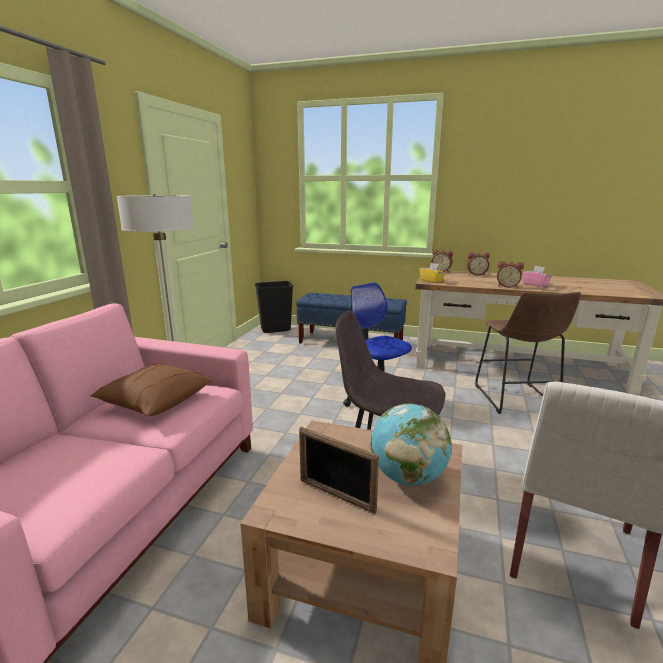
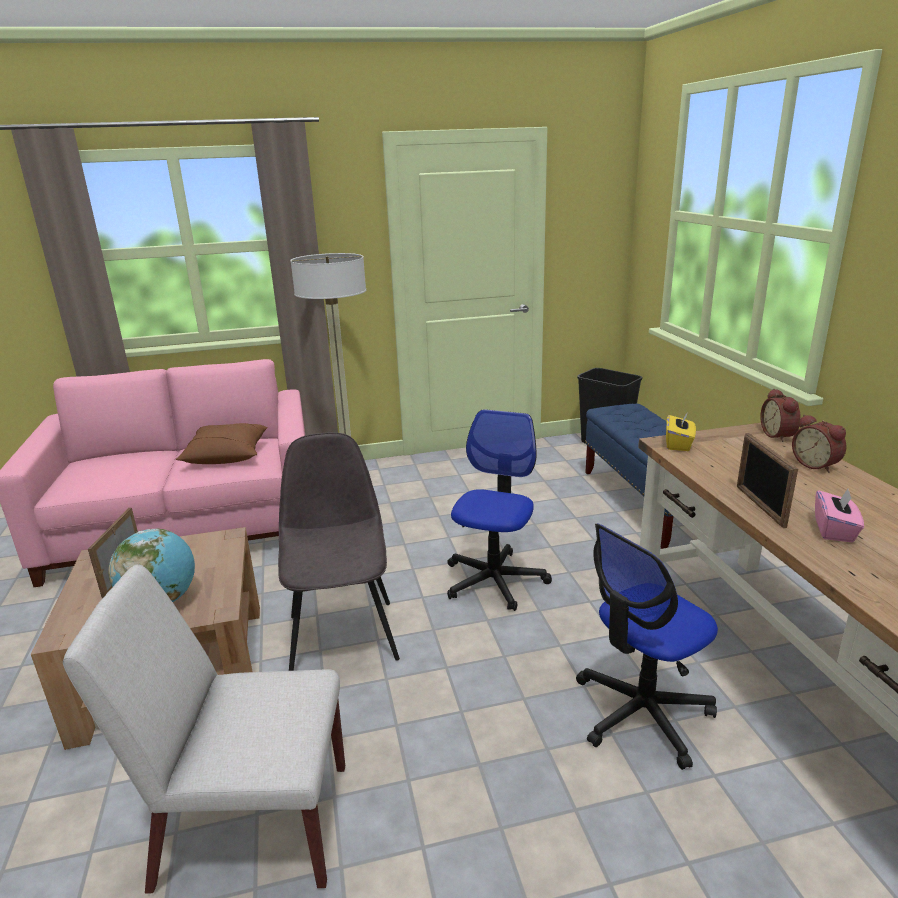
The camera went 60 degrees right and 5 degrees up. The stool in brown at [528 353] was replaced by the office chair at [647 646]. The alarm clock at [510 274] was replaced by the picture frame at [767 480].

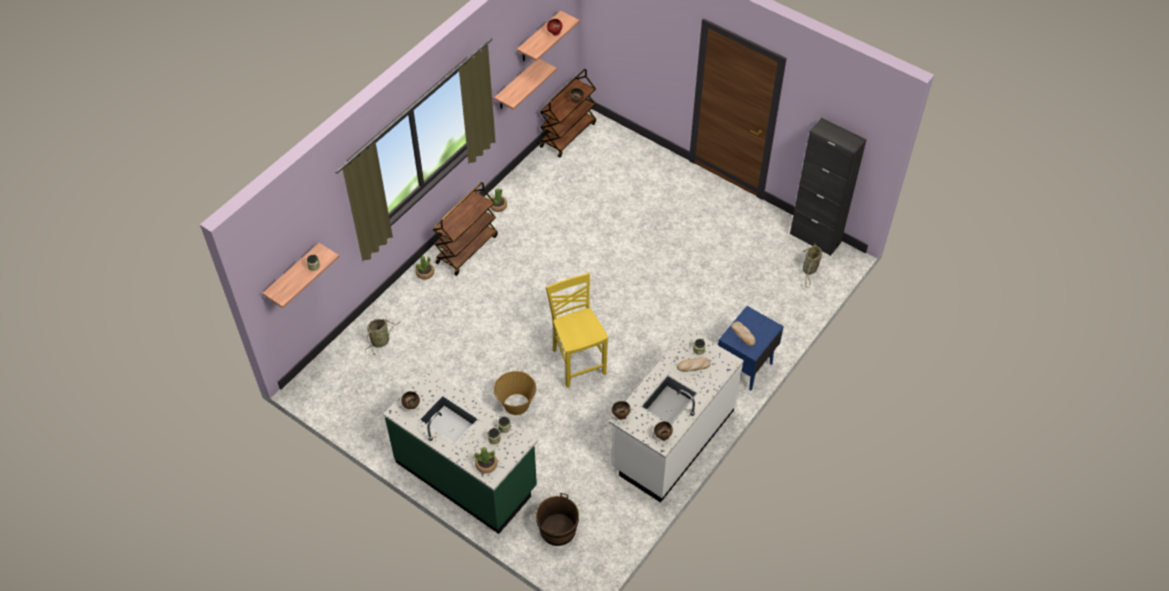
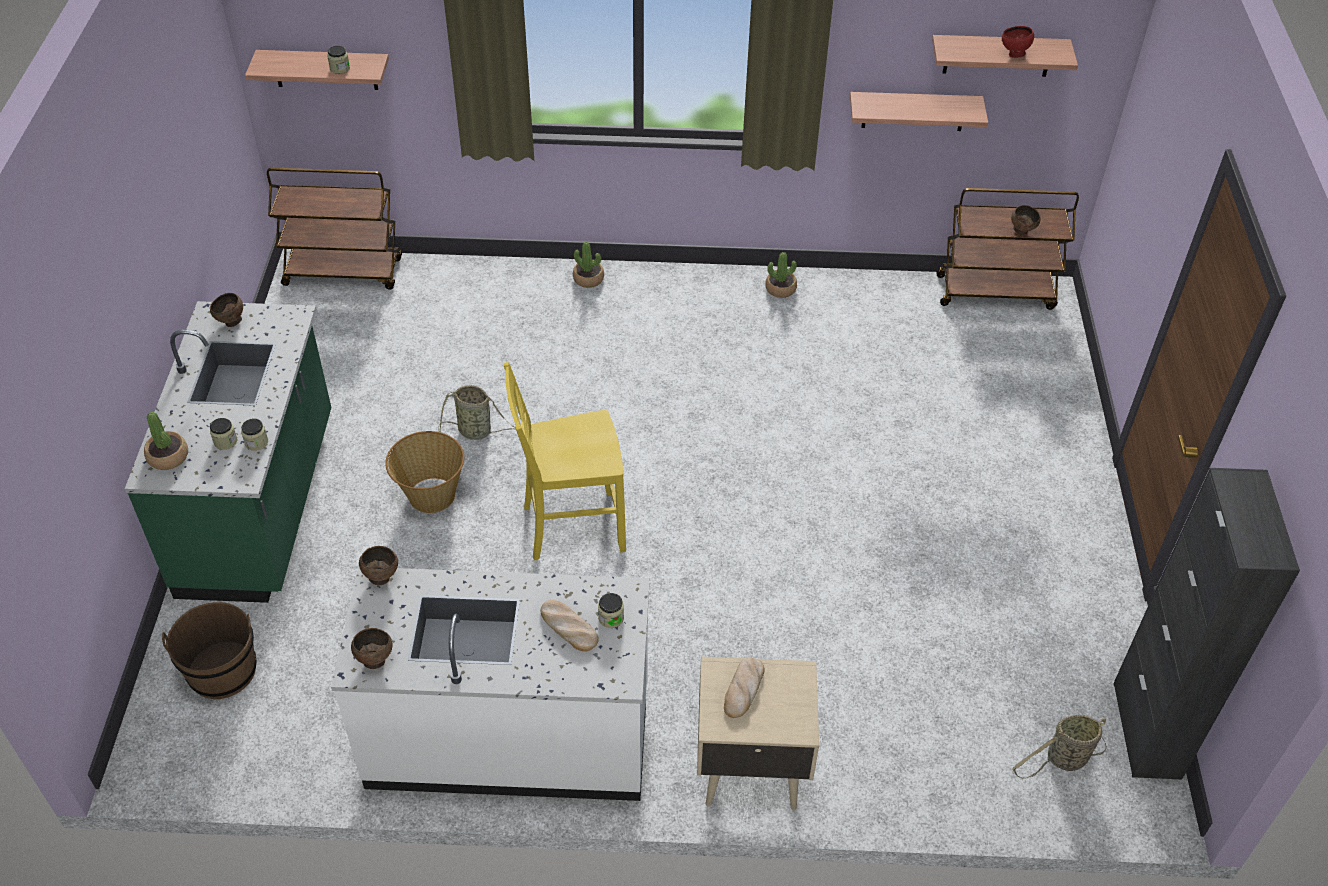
The camera went 55 degrees right and 5 degrees down. The cart in brown moved from [465 229] to [334 229]. The basket moved from [383 337] to [477 412]. The chair in yellow at [577 330] turned 135 degrees counterclockwise. The nightstand in blue at [751 348] became the nightstand in beige at [758 733].

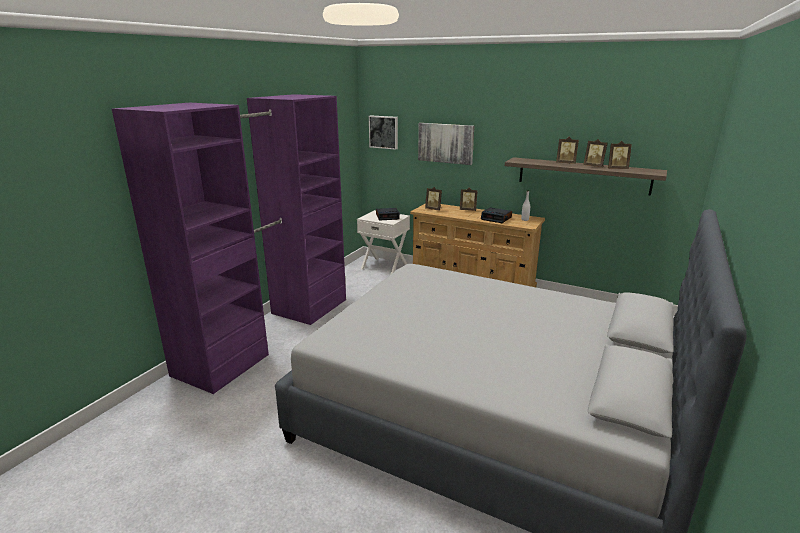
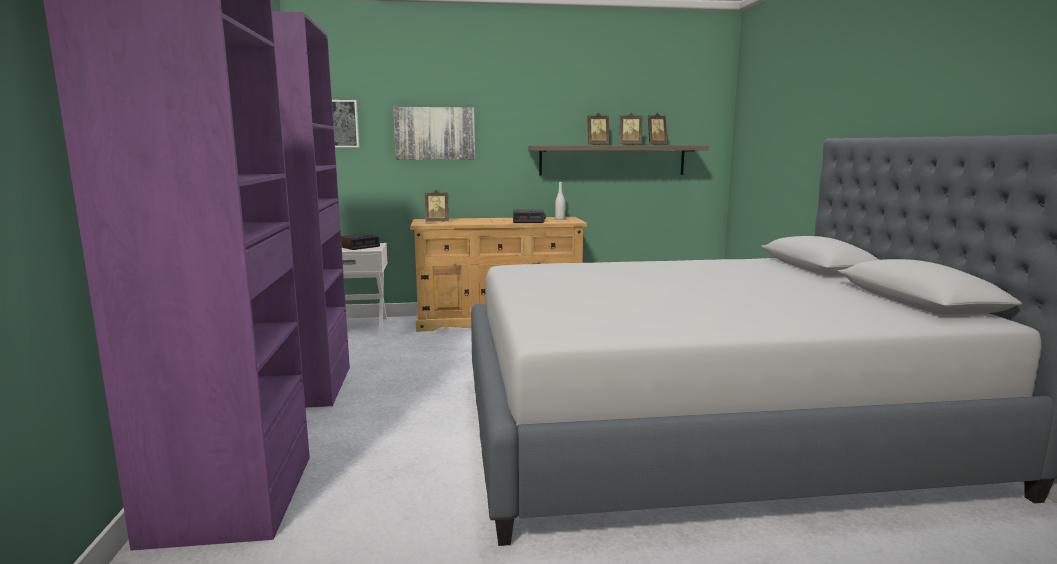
The camera went 35 degrees left and 10 degrees down. The picture frame at [469 199] disappeared.

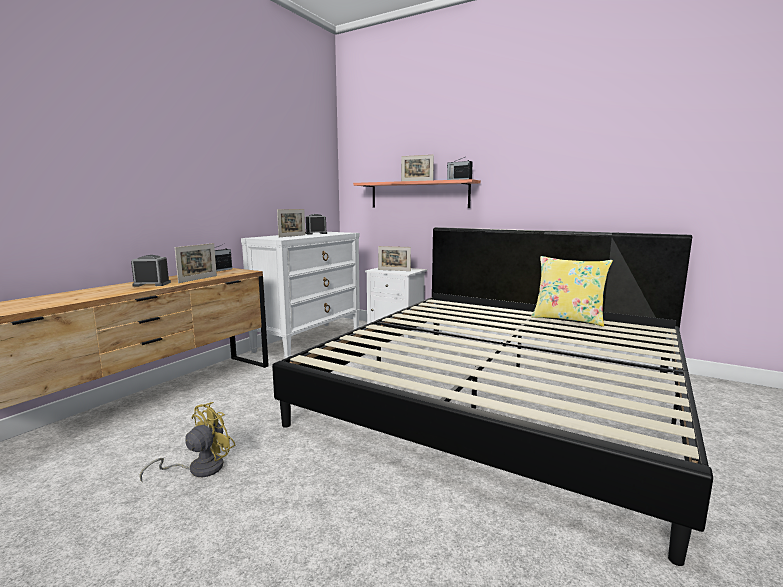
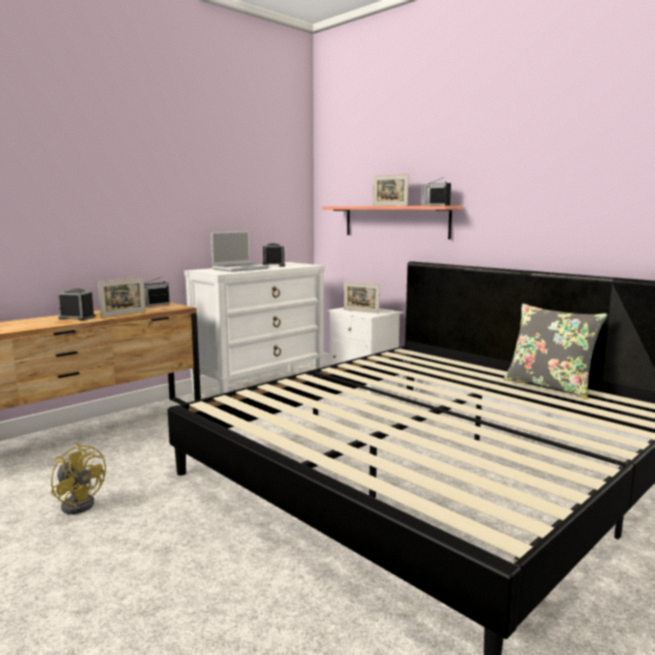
The camera went 15 degrees right and 0 degrees up. The fan in yellow at [187 442] turned 75 degrees clockwise. The picture frame at [291 223] was replaced by the laptop at [240 251]. The pillow in yellow at [572 291] became the pillow in grey at [555 351].

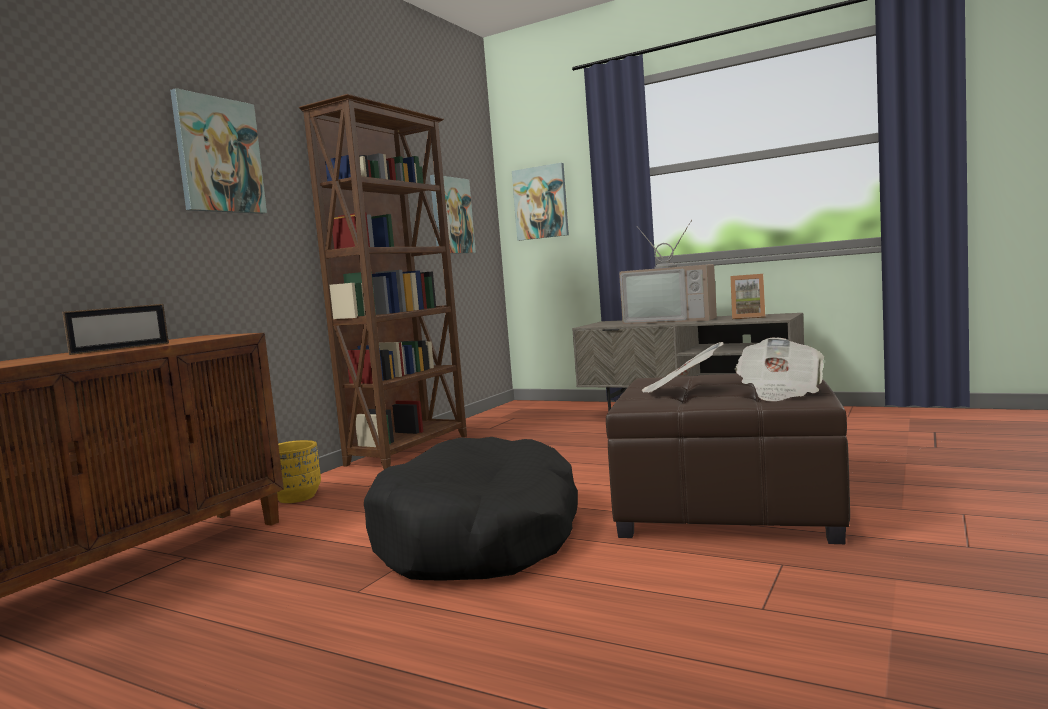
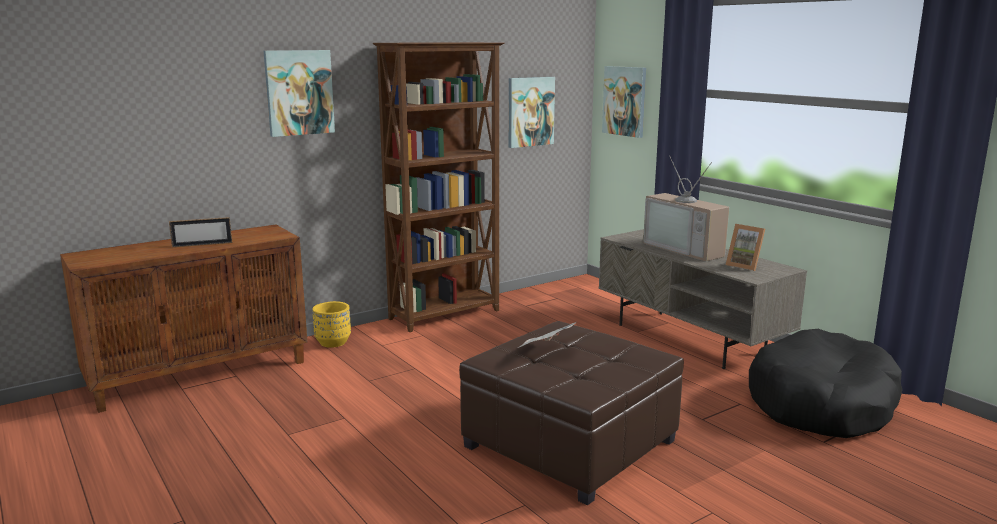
The camera went 25 degrees right and 10 degrees up. The dog bed in black moved from [471 508] to [826 383]. The newspaper at [779 369] disappeared.

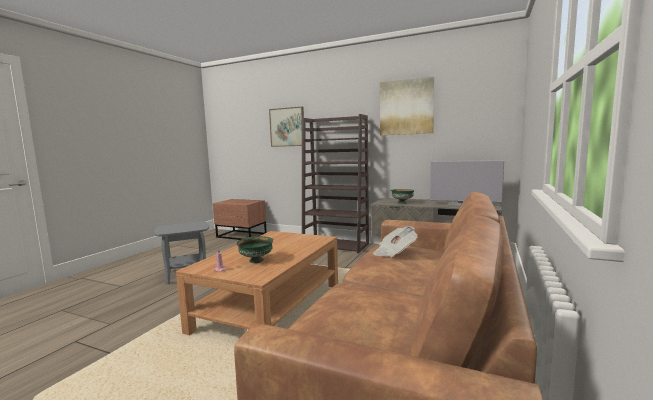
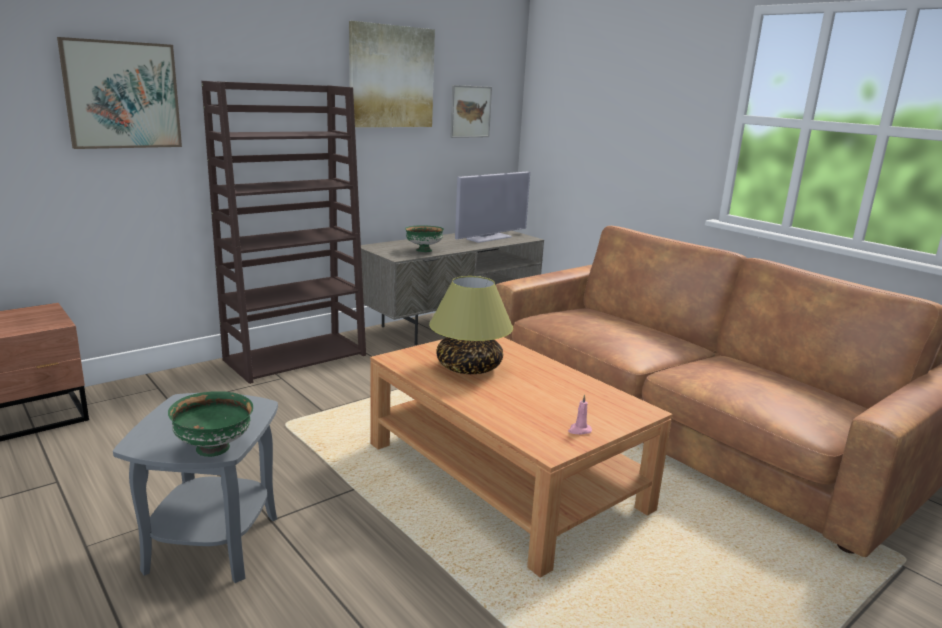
The camera went 65 degrees left and 10 degrees up. The bowl in green moved from [255 249] to [210 424]. The table lamp at [471 325] appeared. The picture at [471 111] appeared. The newspaper at [395 241] disappeared.

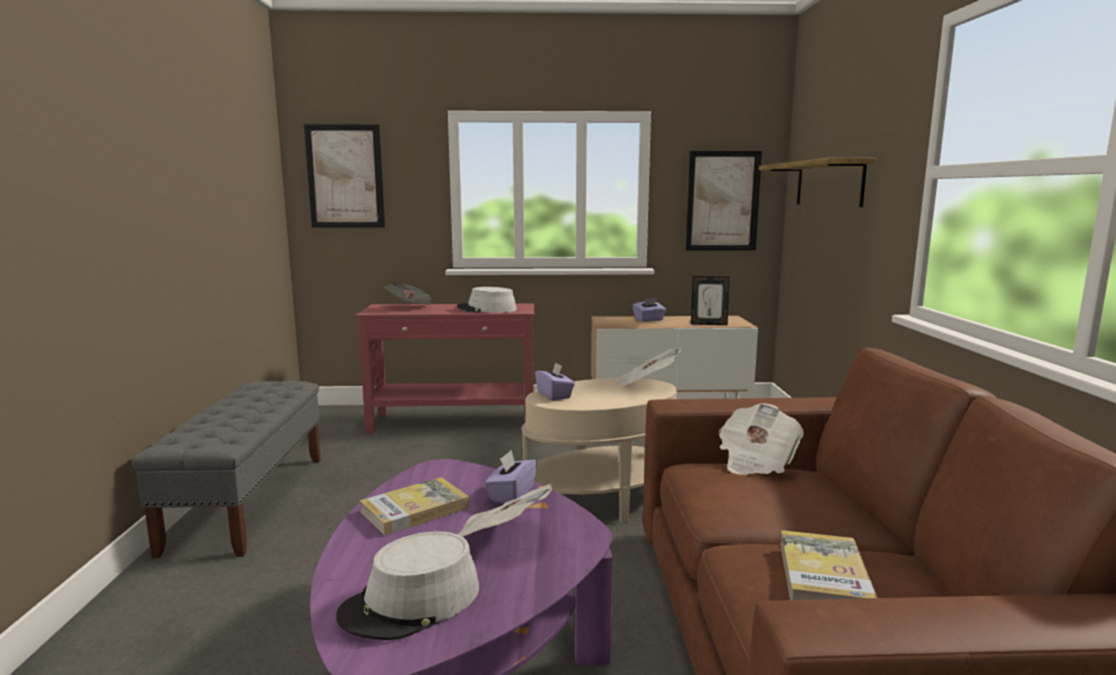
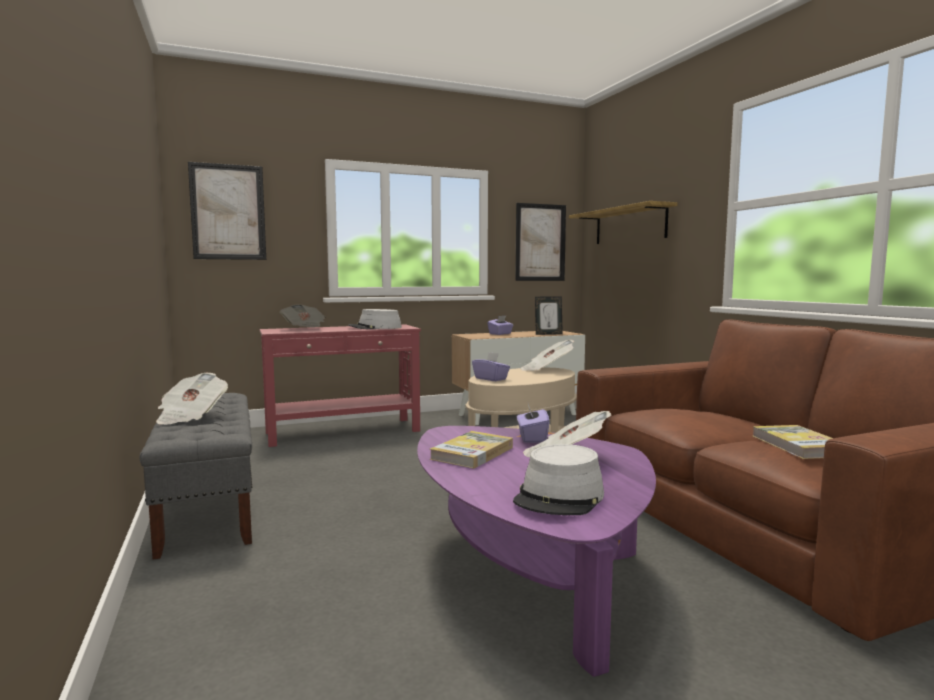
The camera went 20 degrees left and 5 degrees down. The newspaper moved from [761 439] to [192 399].

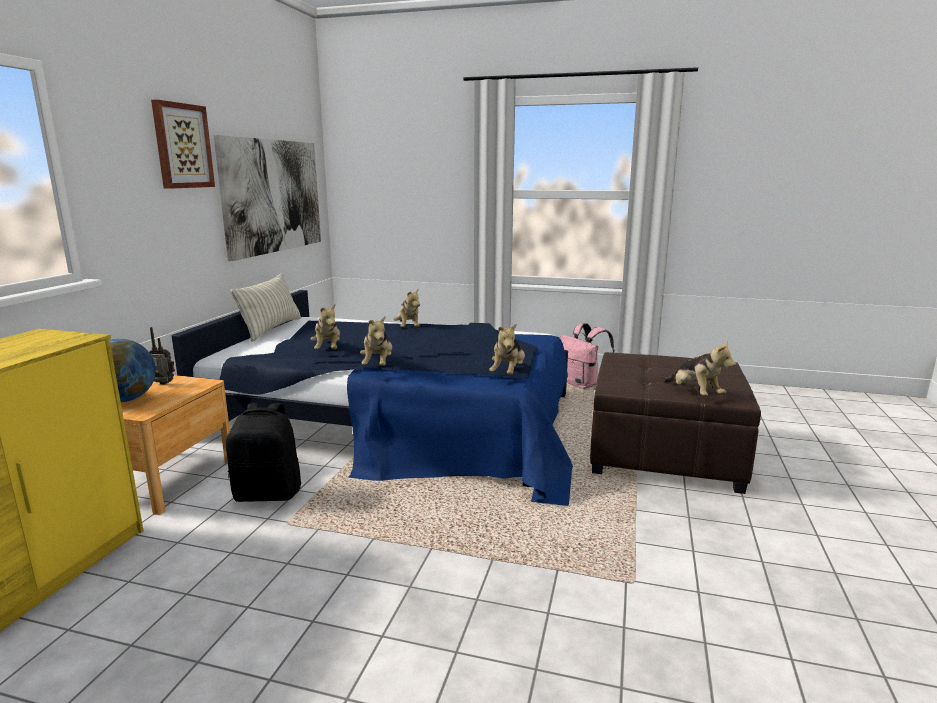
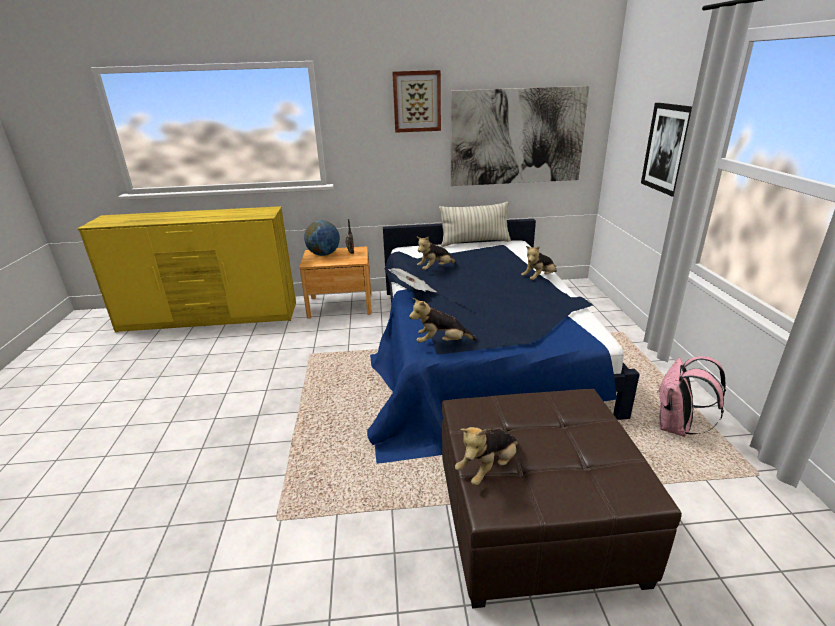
The camera went 70 degrees right and 10 degrees up. The plush toy at [376 341] was replaced by the newspaper at [412 280]. The picture at [666 150] appeared. The backpack in black at [263 452] disappeared.

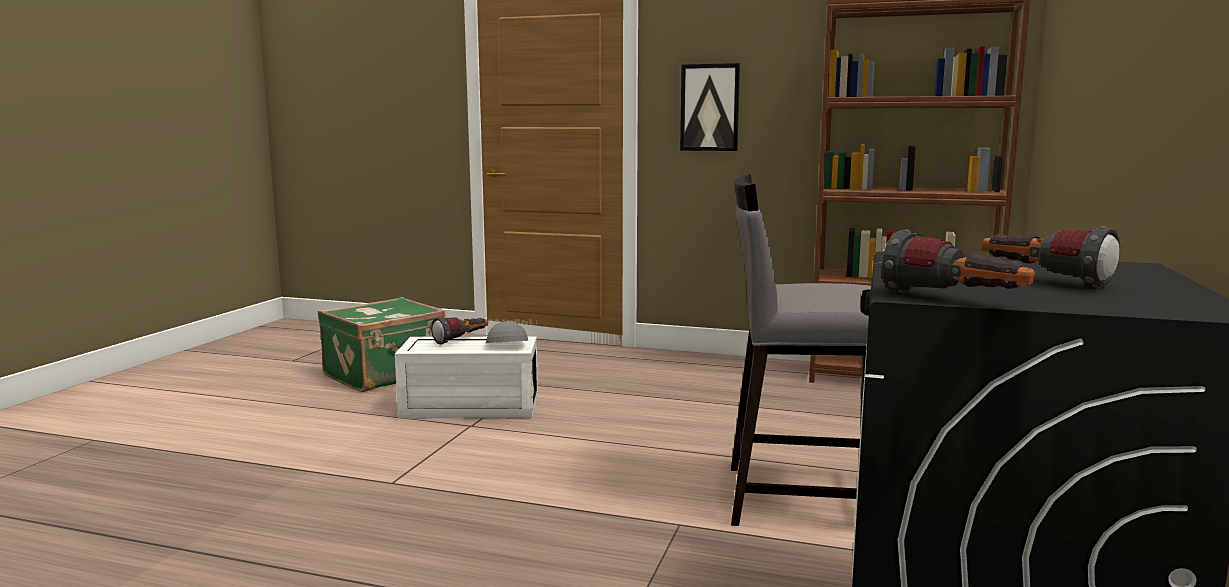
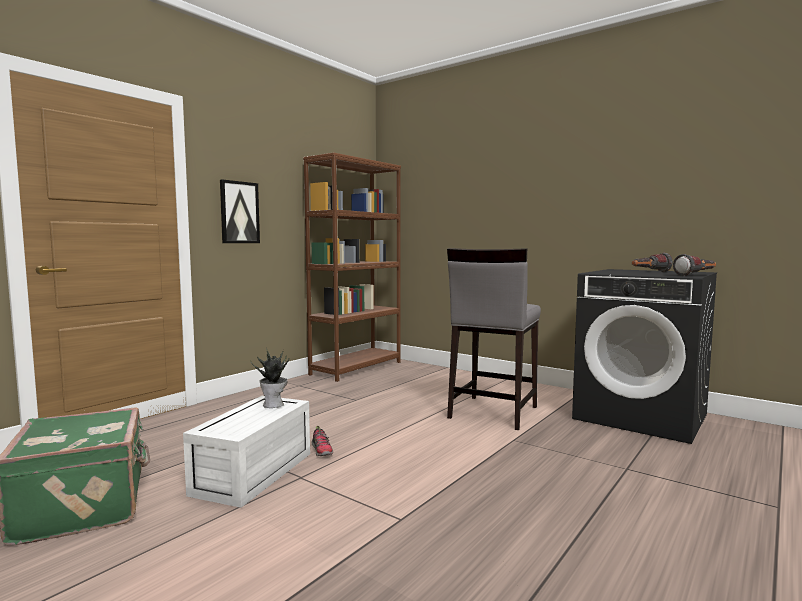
The camera went 70 degrees left and 5 degrees down. The cap in grey at [506 332] was replaced by the potted plant at [269 378]. The shoe at [322 441] appeared. The flashlight at [459 331] disappeared.

